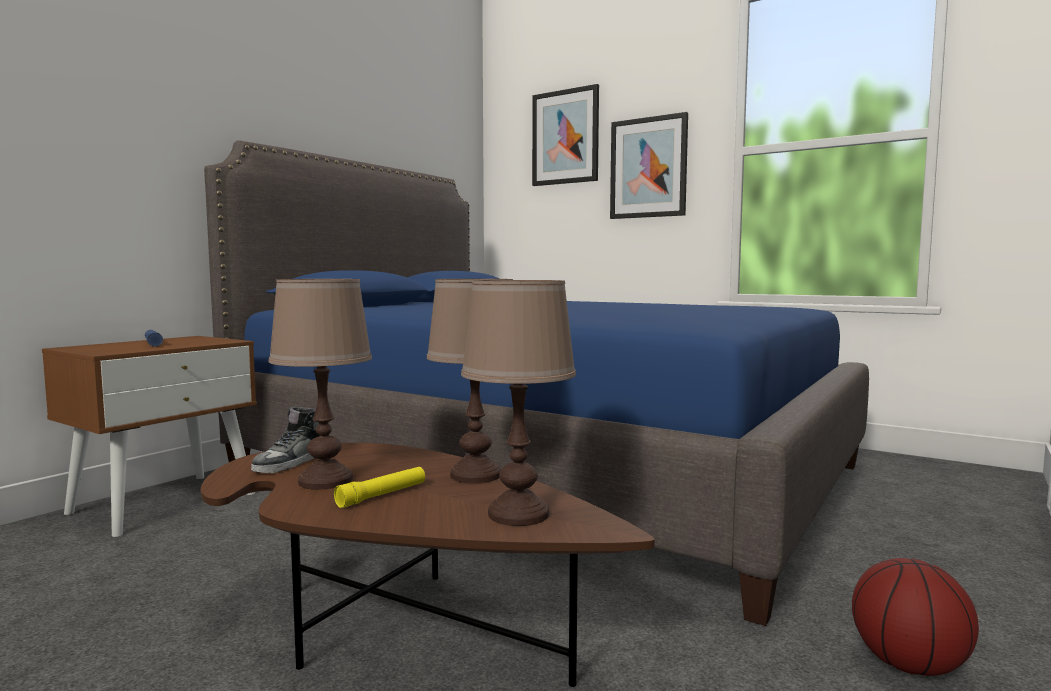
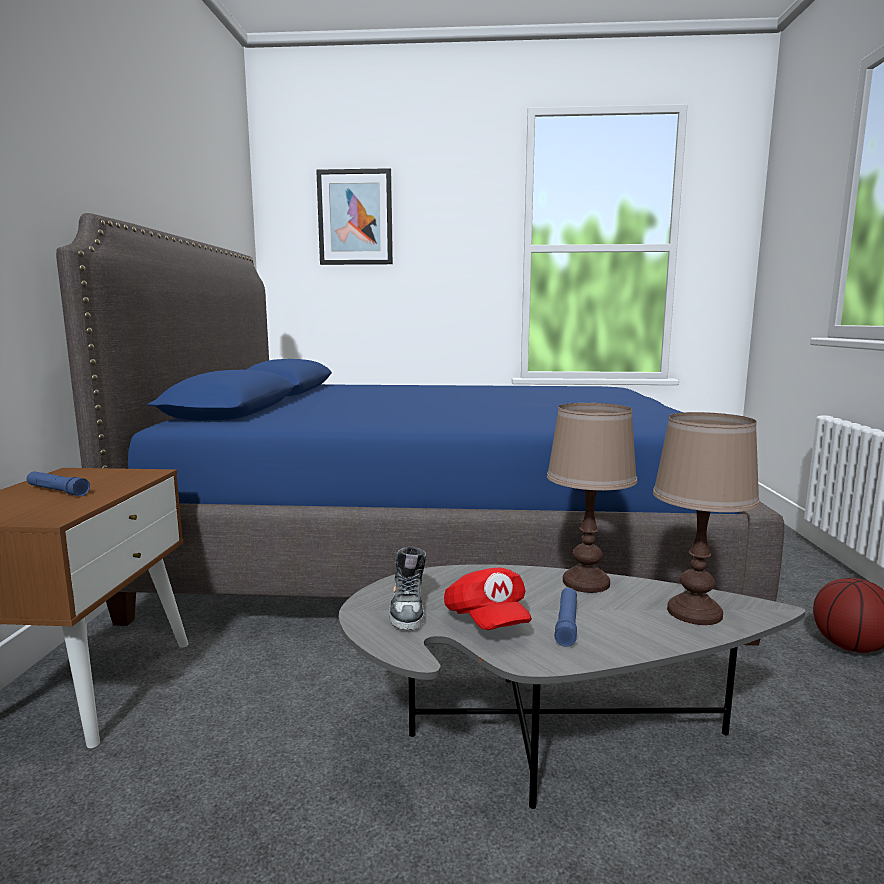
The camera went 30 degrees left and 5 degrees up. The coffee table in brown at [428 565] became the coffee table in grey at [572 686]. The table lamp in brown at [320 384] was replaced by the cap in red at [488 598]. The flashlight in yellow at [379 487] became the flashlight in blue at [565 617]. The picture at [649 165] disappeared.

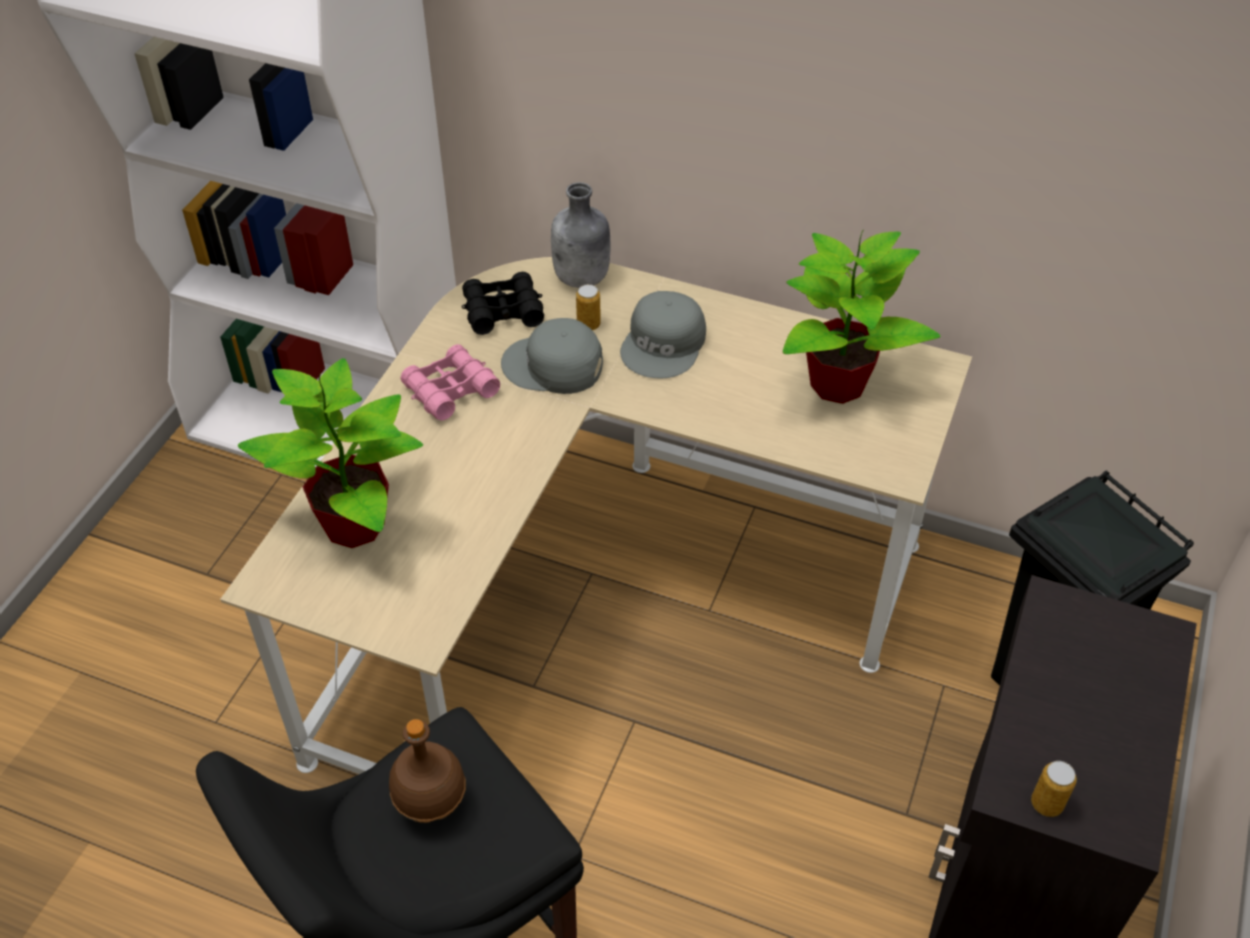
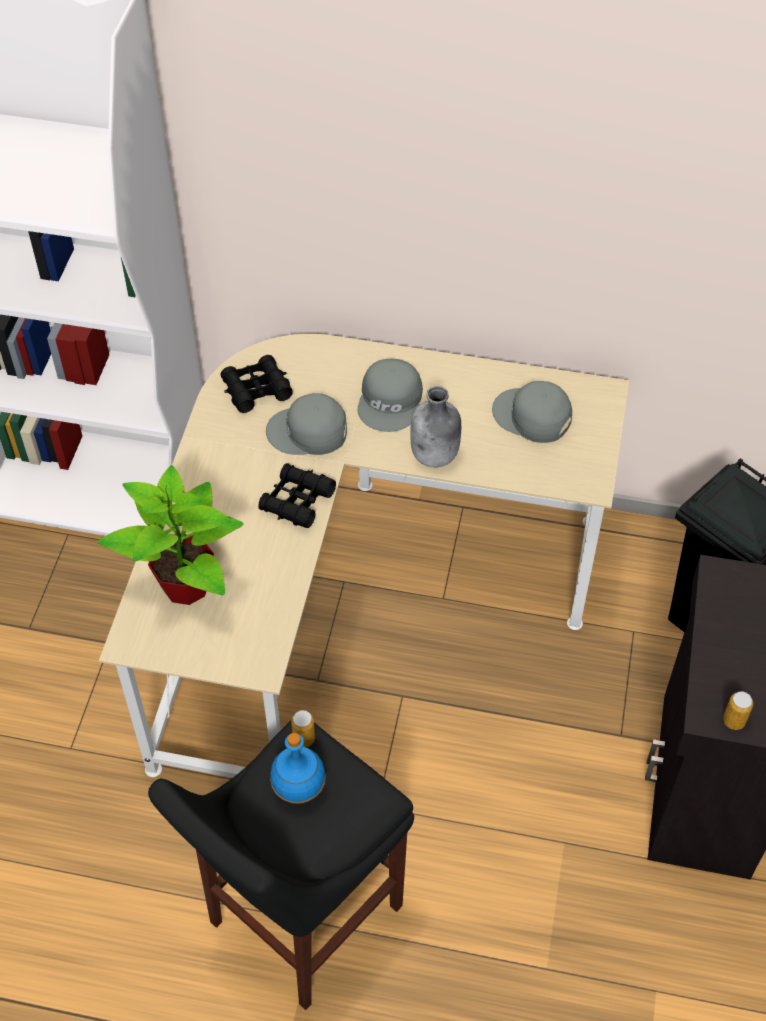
The camera went 10 degrees left and 5 degrees up. The binoculars in black at [297 495] appeared. The bottle in brown at [427 771] became the bottle in blue at [298 768]. The can moved from [588 307] to [303 728]. The bottle in grey moved from [580 235] to [435 426]. The potted plant at [862 317] was replaced by the cap in grey at [532 412]. The binoculars in pink at [450 382] disappeared.

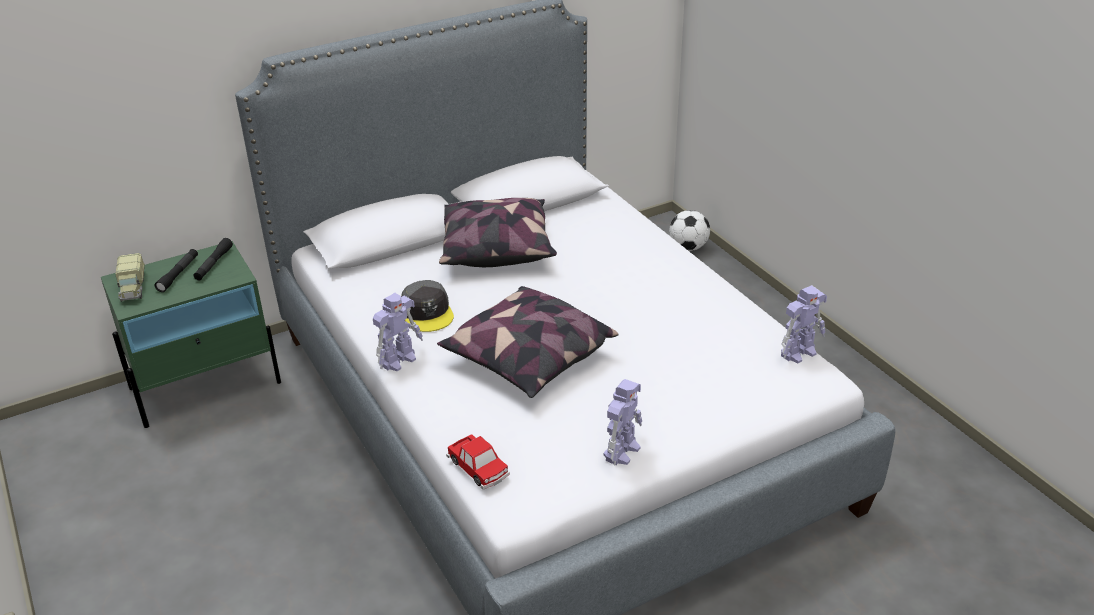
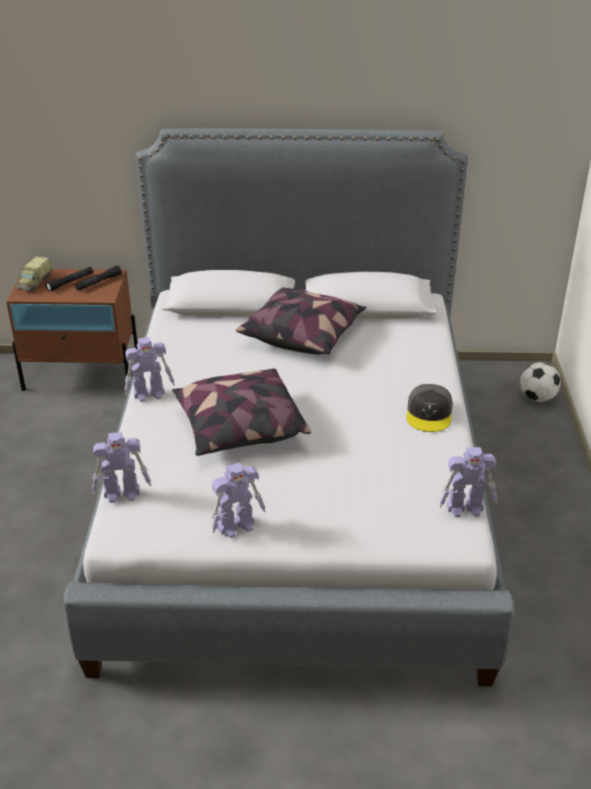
The camera went 30 degrees right and 0 degrees up. The nightstand in green at [191 334] became the nightstand in brown at [72 330]. The toy car at [478 462] was replaced by the toy robot at [121 467]. The cap in grey moved from [427 306] to [429 408].

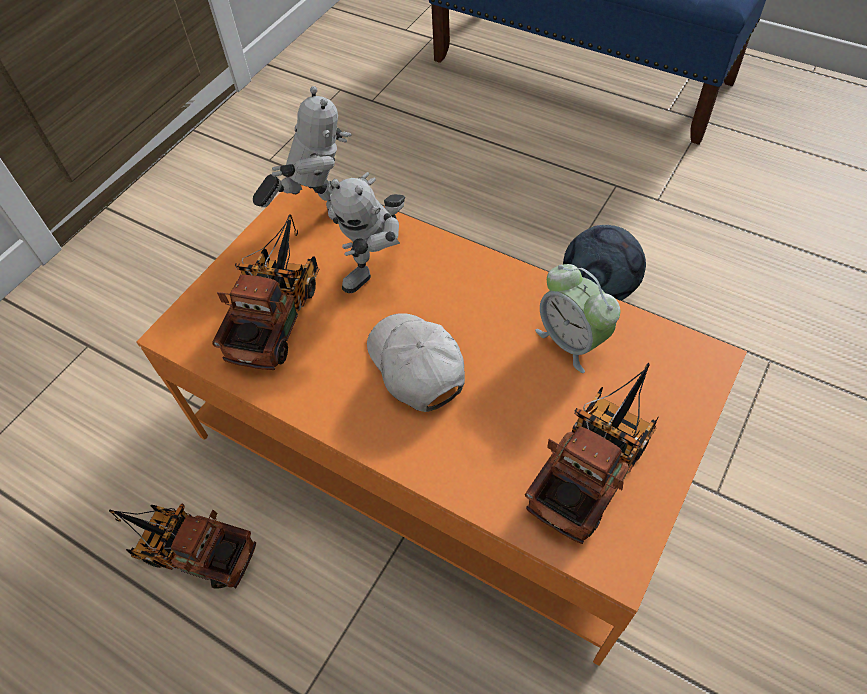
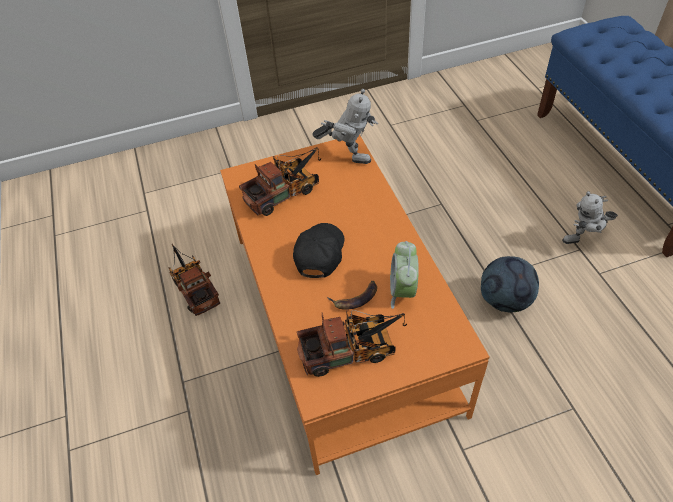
The camera went 40 degrees right and 5 degrees down. The cap in white at [416 362] became the cap in black at [318 250]. The banana at [352 295] appeared. The toy robot moved from [366 232] to [590 217].

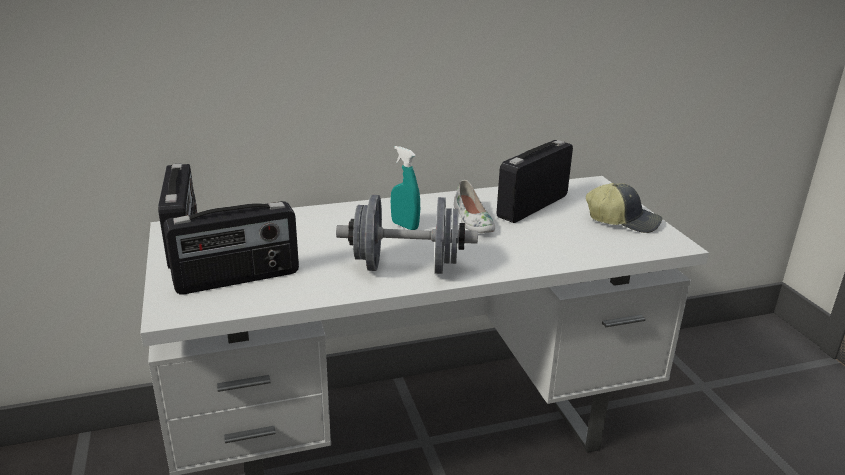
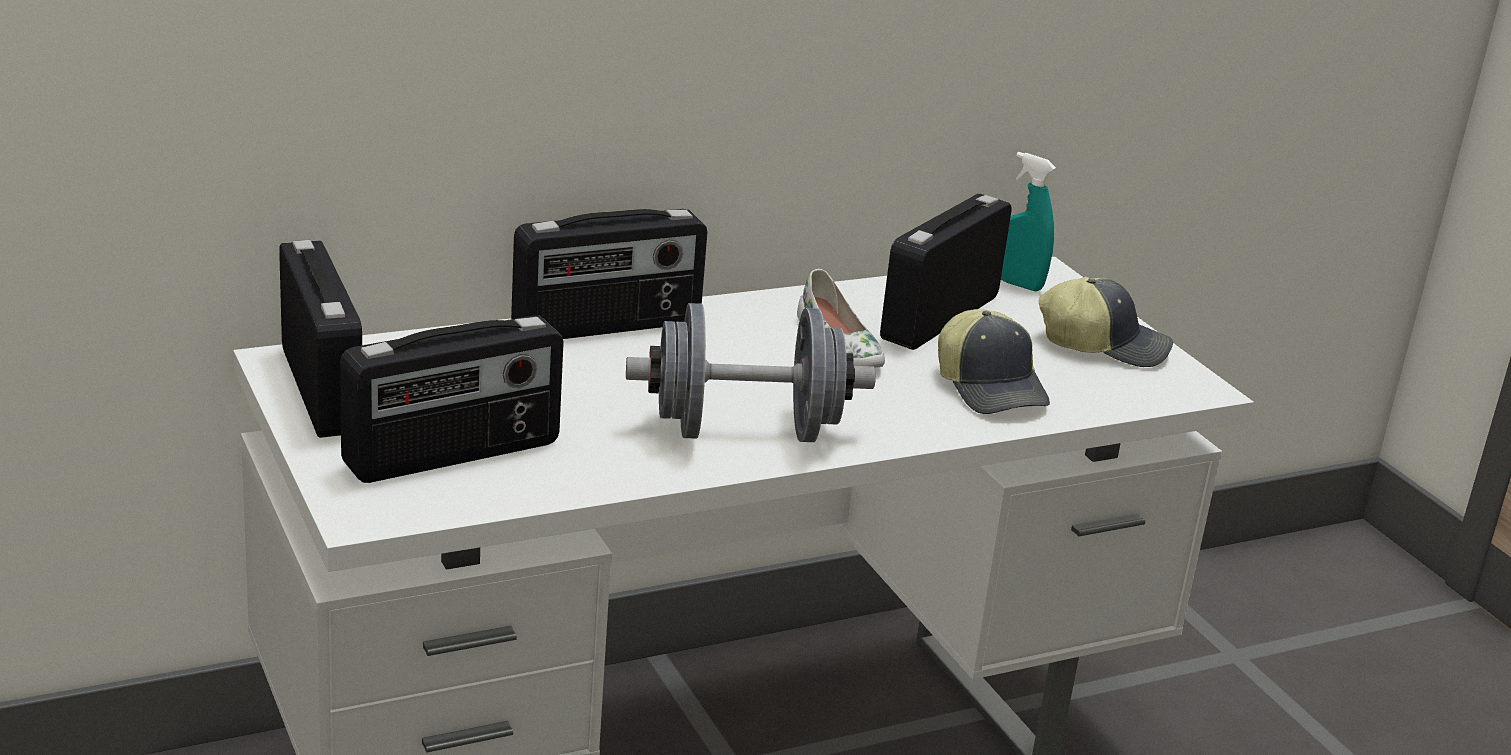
The camera went 10 degrees left and 0 degrees up. The radio at [609 274] appeared. The cap at [994 361] appeared. The spray bottle in turquoise moved from [405 188] to [1028 221].

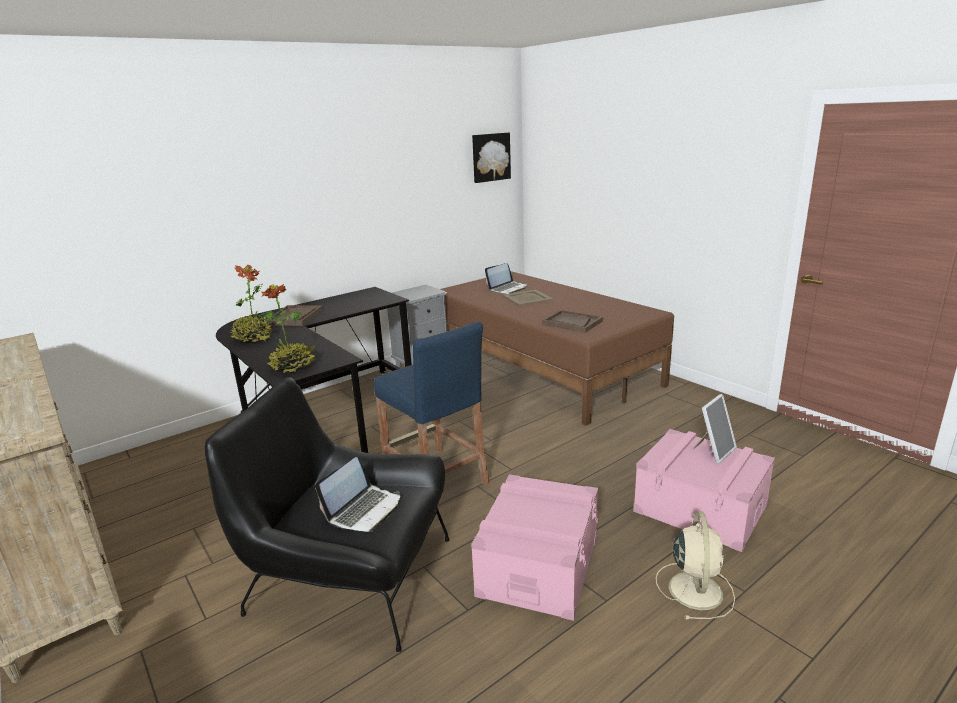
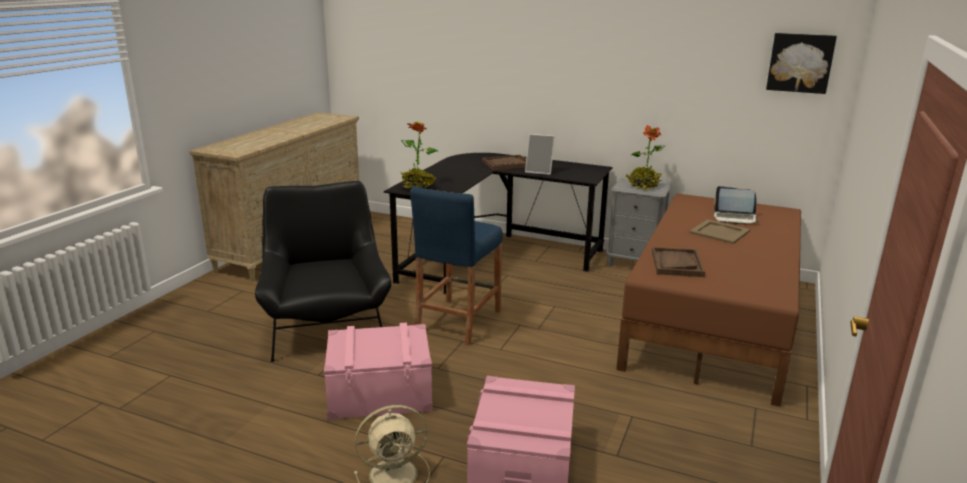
The camera went 60 degrees right and 0 degrees up. The picture frame moved from [715 428] to [540 154]. The potted plant moved from [251 304] to [646 157]. The laptop at [358 494] disappeared.

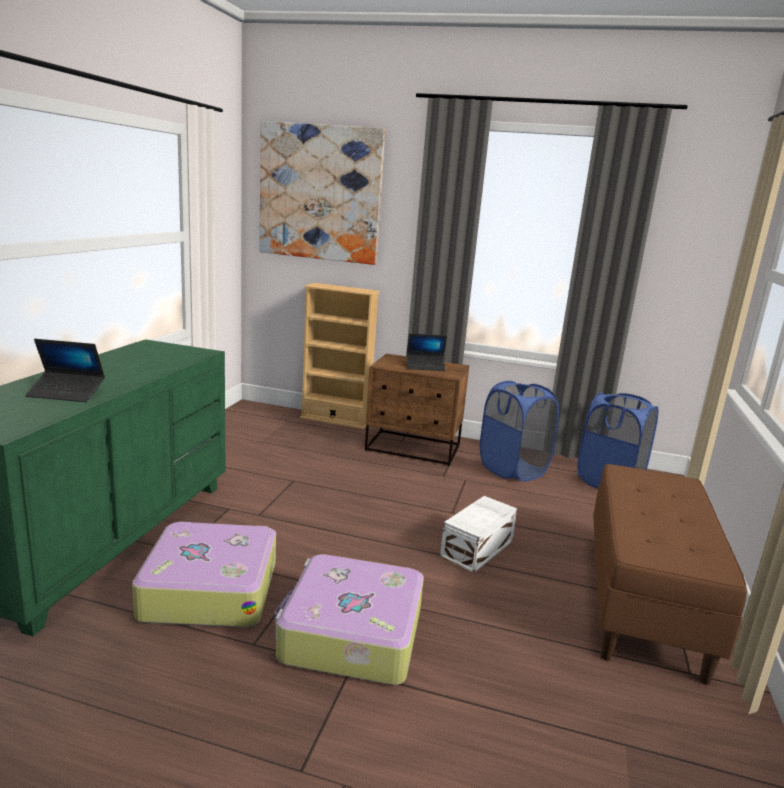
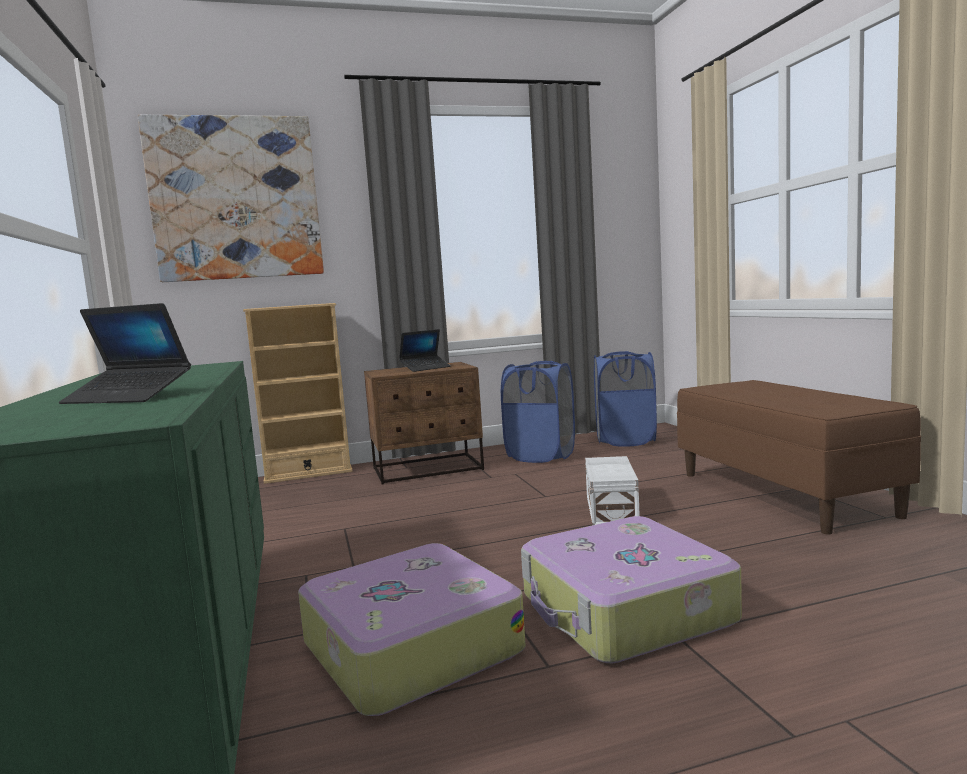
The camera went 30 degrees left and 10 degrees down. The laptop at [65 370] turned 45 degrees clockwise.

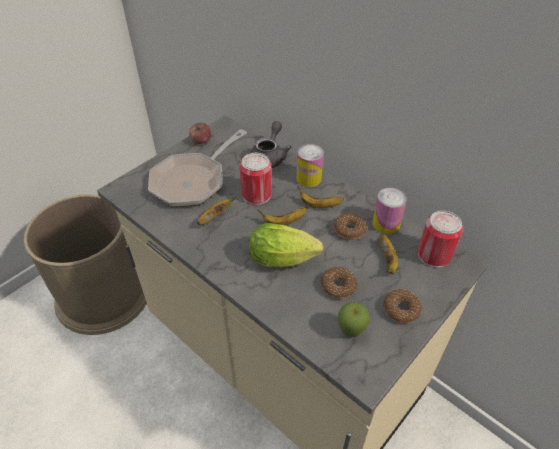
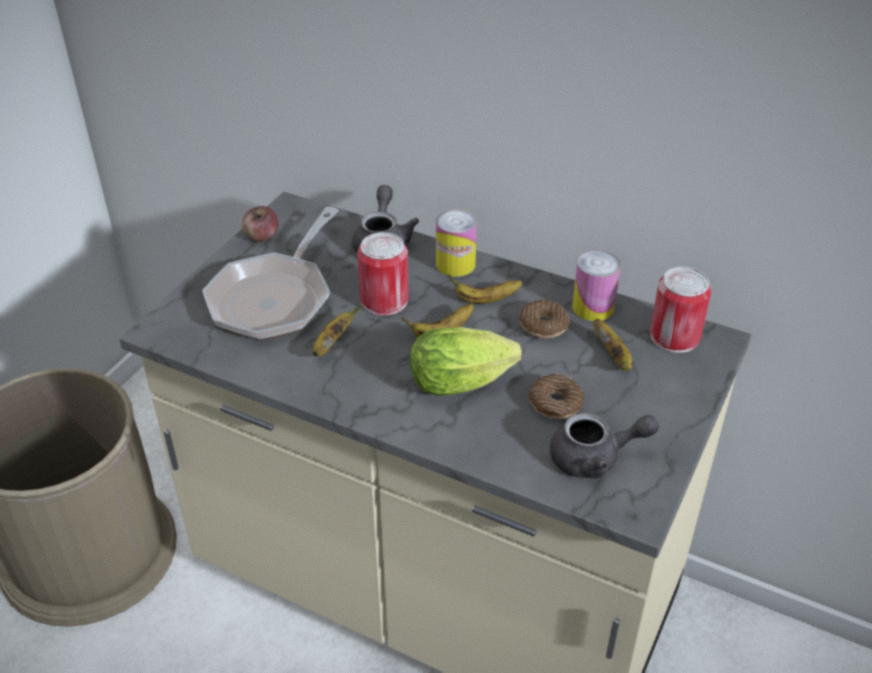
The camera went 15 degrees left and 5 degrees down. The apple at [354 319] was replaced by the teapot in grey at [604 446]. The donut at [402 306] disappeared.

